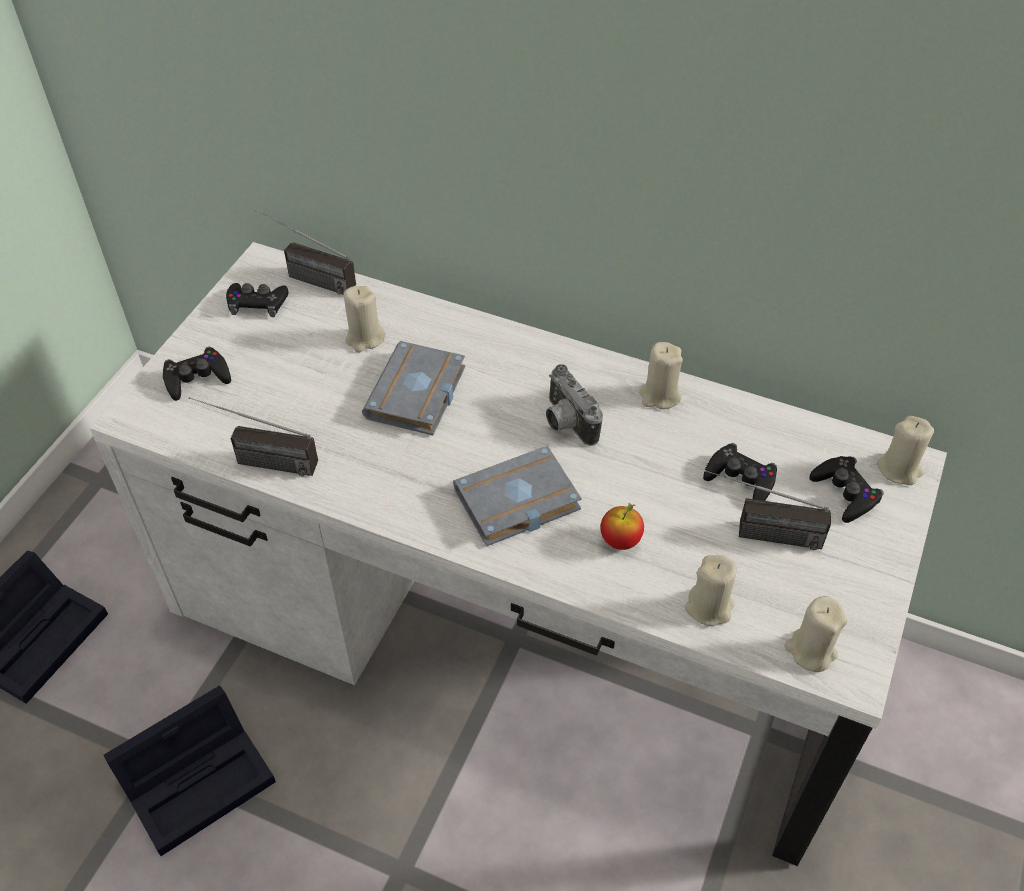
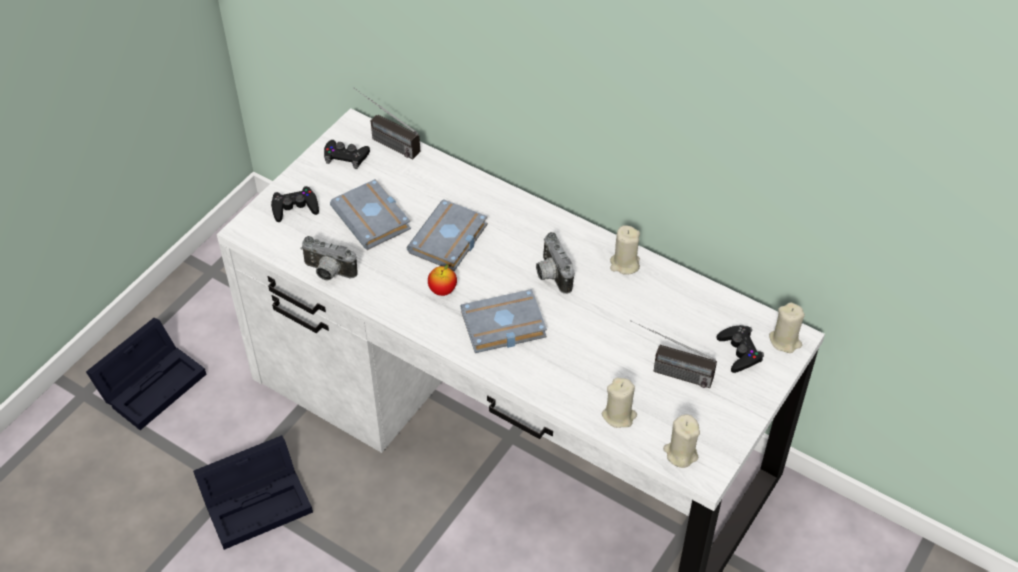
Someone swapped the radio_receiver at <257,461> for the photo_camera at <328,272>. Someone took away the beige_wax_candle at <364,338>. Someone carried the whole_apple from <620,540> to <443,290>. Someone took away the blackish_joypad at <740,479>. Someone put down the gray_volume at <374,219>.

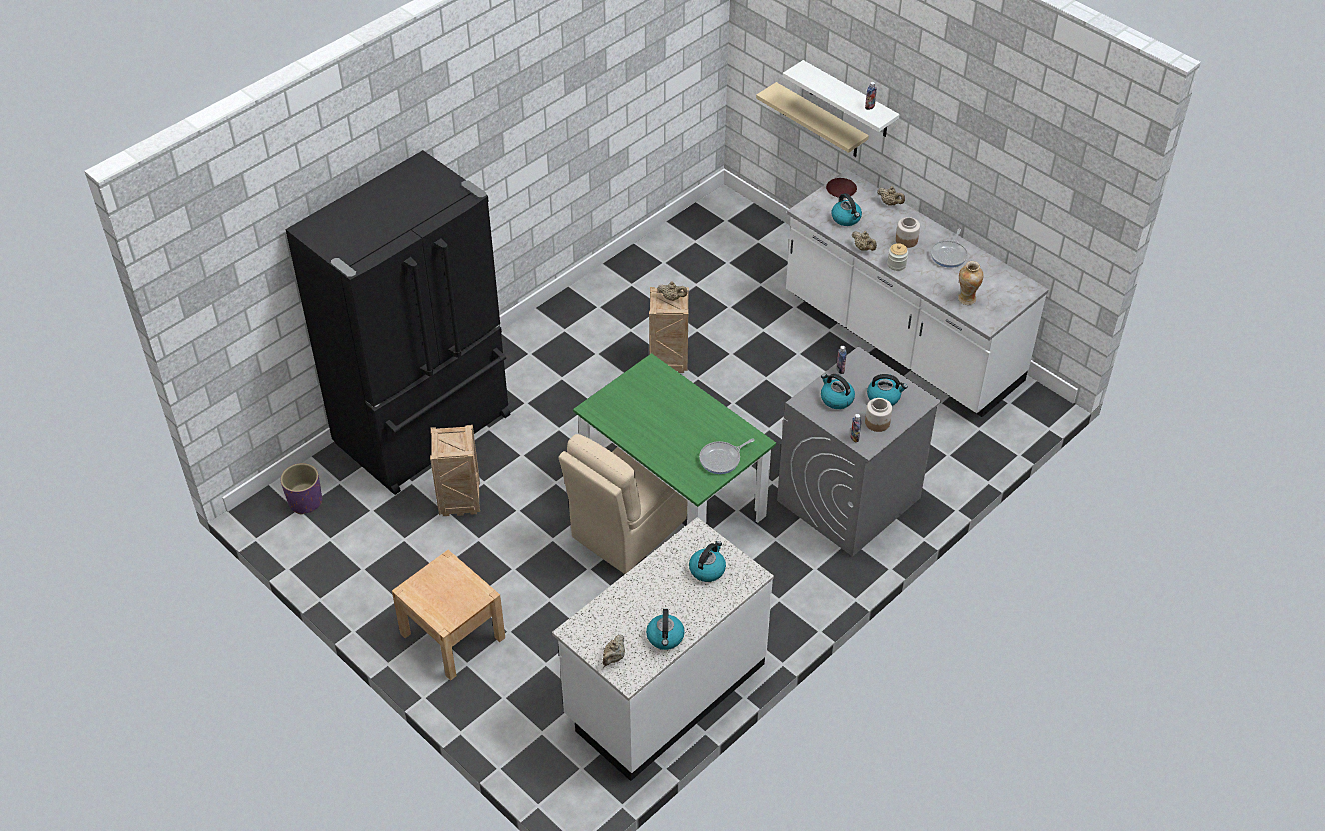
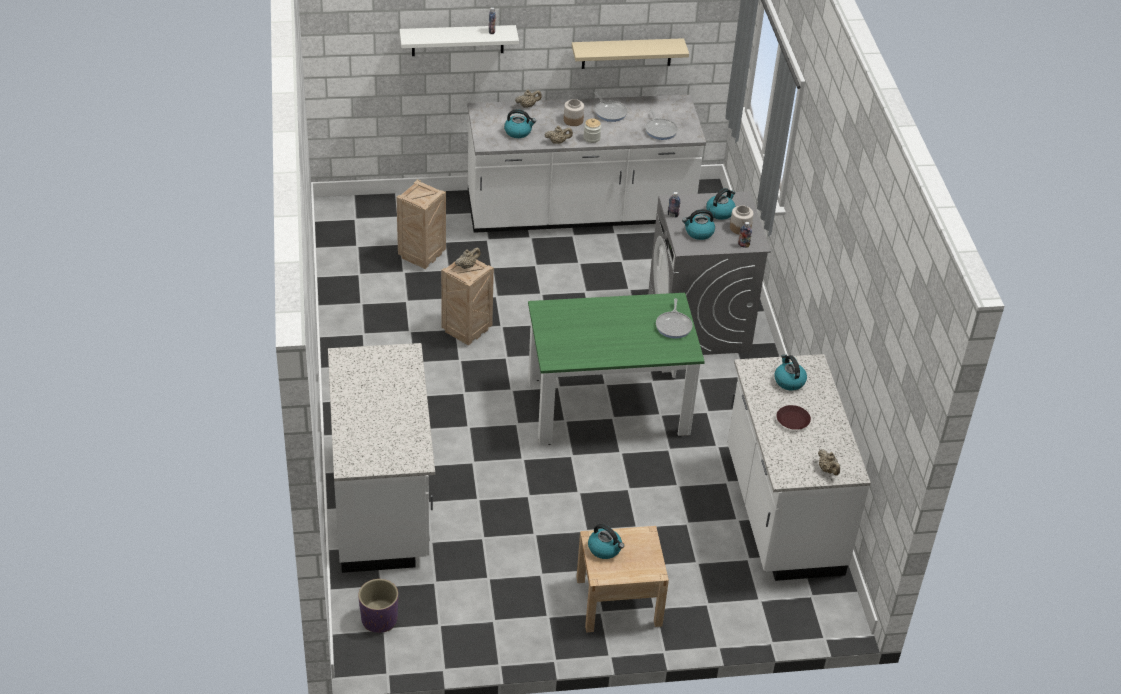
Someone swapped the blackish_refrigerator at <426,430> for the whitish_counter at <383,503>. Someone carried the packing_crate from <461,501> to <422,255>. Someone took away the beige_upright_chair at <626,529>. Someone carried the kettle from <665,637> to <605,549>. Someone carried the beige_bracket_shelf from <820,121> to <627,53>. Someone carried the brownish_plate from <841,190> to <792,420>. Someone swapped the vase at <967,299> for the pan at <660,130>.

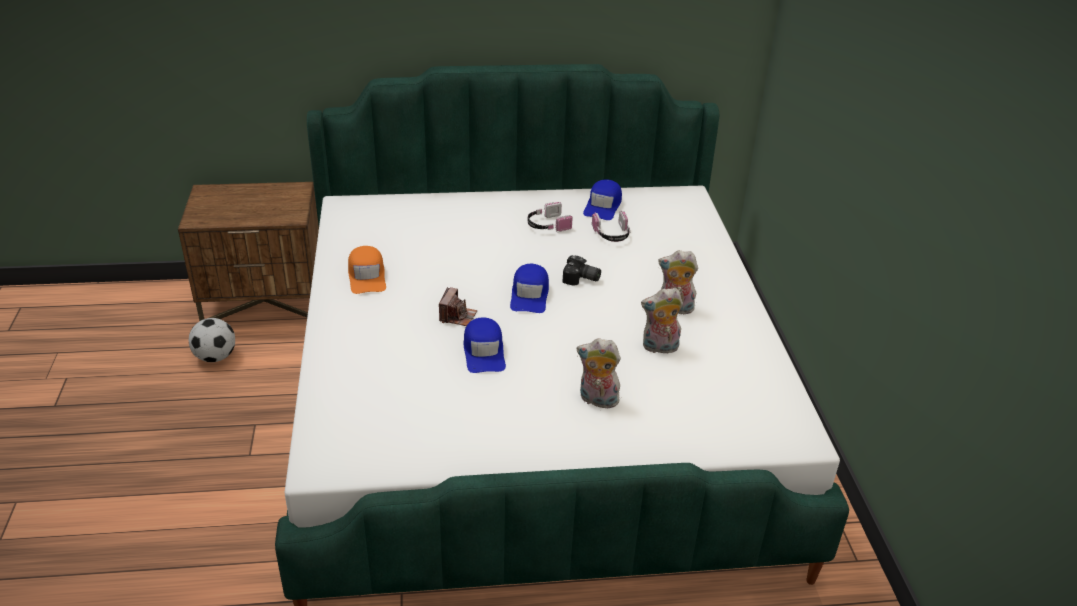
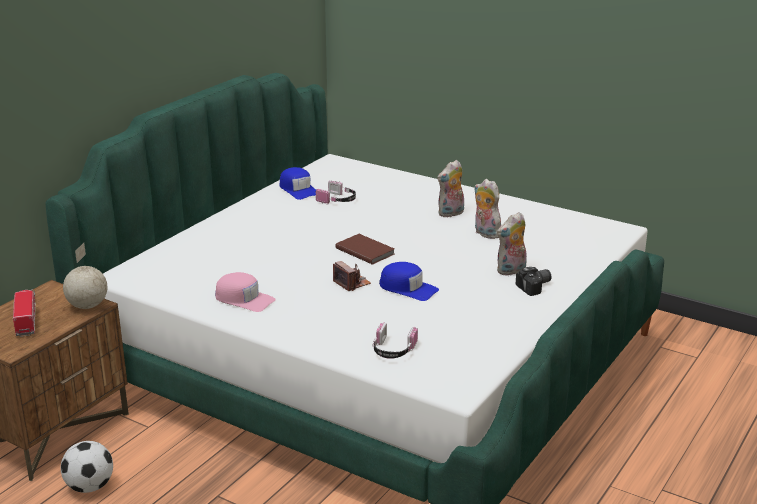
Someone repainted the orange-coloured_cap at <367,276>, which became the pink-coloured_cap at <244,299>. Someone swapped the blue-coloured_cap at <530,295> for the brownish_volume at <365,250>. Someone carried the pair_of_headphones from <547,225> to <393,350>. Someone carried the photo_camera from <581,279> to <535,287>. Someone rotated the cuddly_toy at <659,348> by 105 degrees clockwise. Someone put down the model_truck at <26,318>. Someone put down the globe at <87,306>.

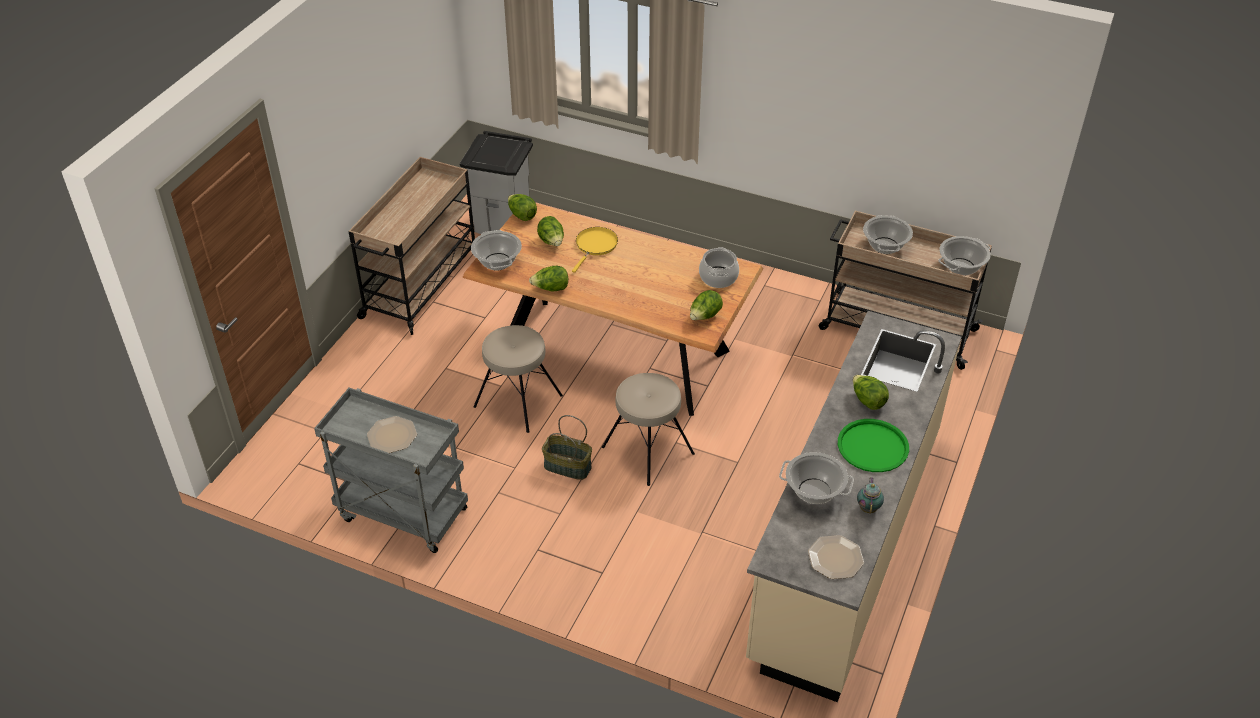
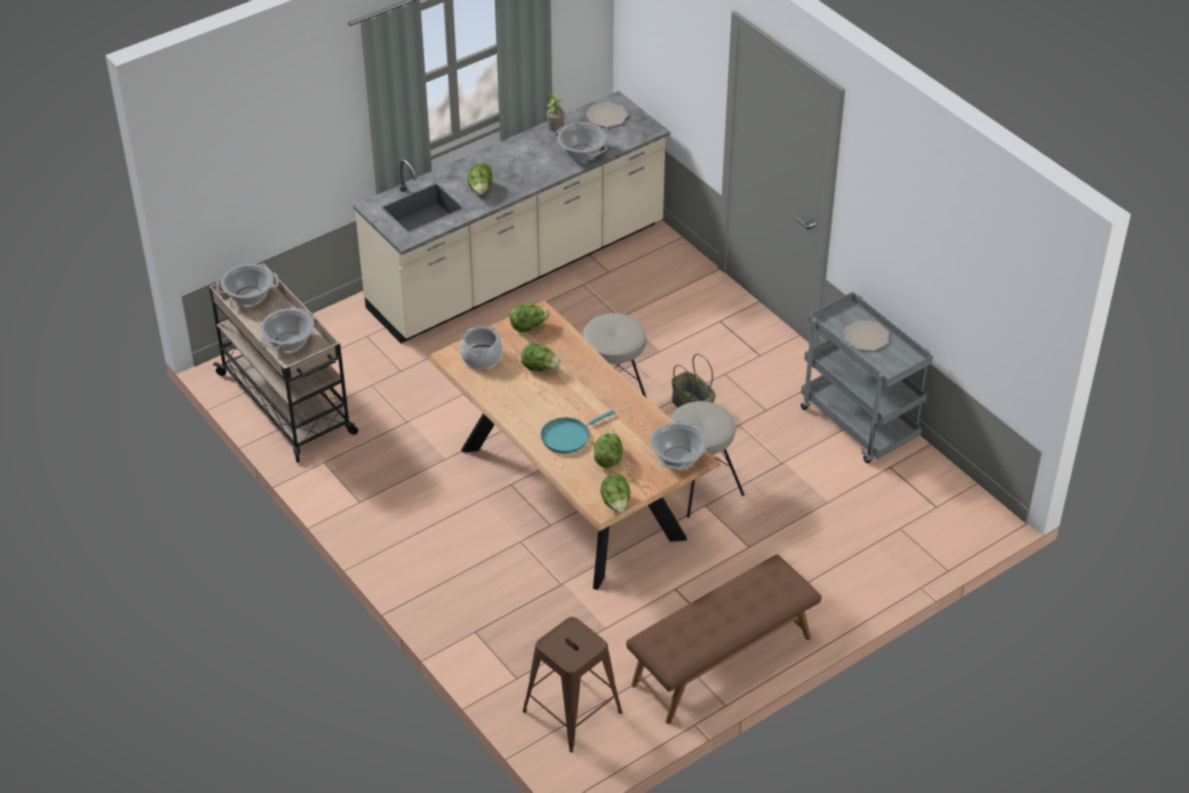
Someone swapped the beige_cart at <421,285> for the brownish_long_seat at <722,661>. Someone swapped the gray_rubbish_bin at <504,223> for the brownish_stool_seat at <573,712>. Someone carried the lettuce_head from <551,289> to <540,368>. Someone repainted the yellow-coloured_pan at <595,246>, which became the turquoise-coloured_pan at <568,436>. Someone took away the green-coloured_tray at <872,446>. Someone swapped the pot_for_tea at <868,507> for the houseplant at <555,132>.

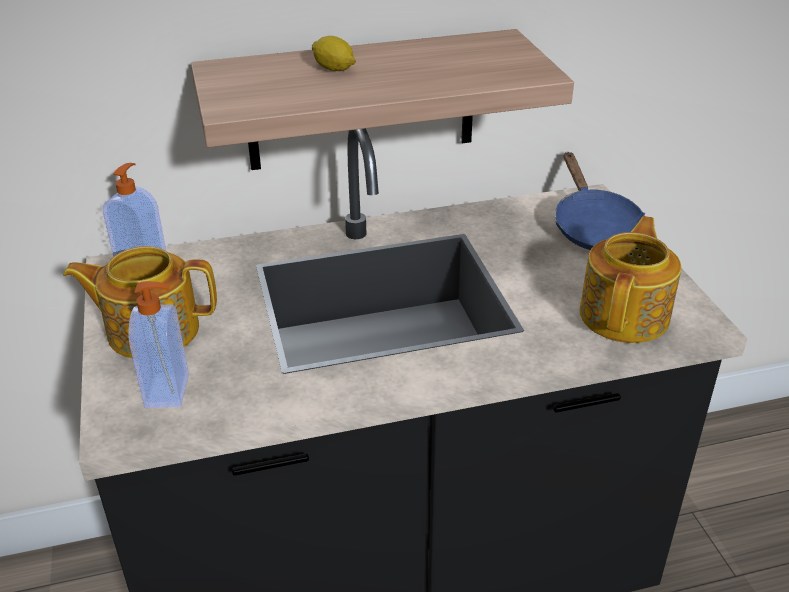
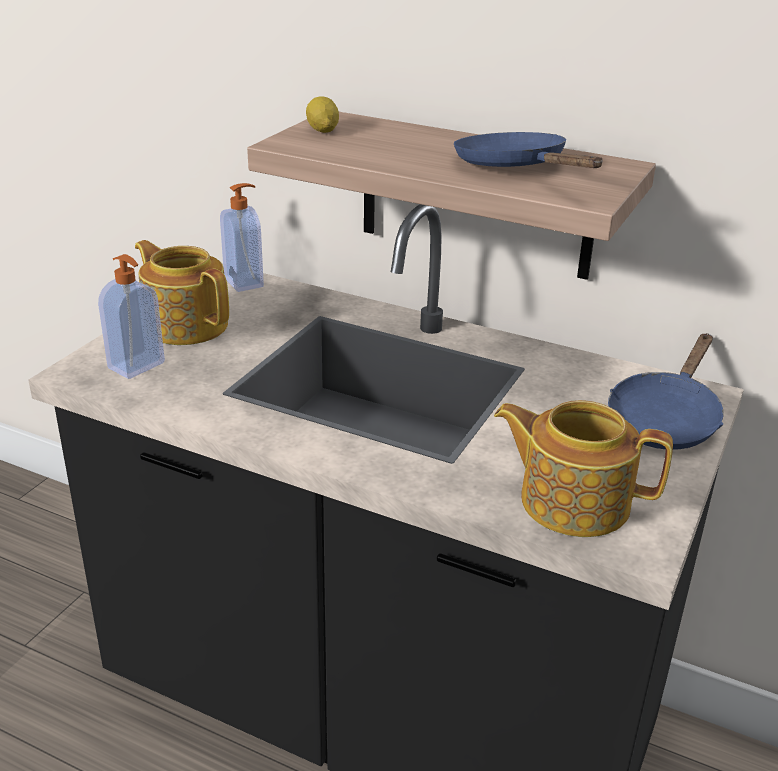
Someone carried the citrus_fruit from <334,69> to <322,130>. Someone rotated the pot_for_tea at <626,314> by 135 degrees counterclockwise. Someone put down the blue-coloured_pan at <516,168>.

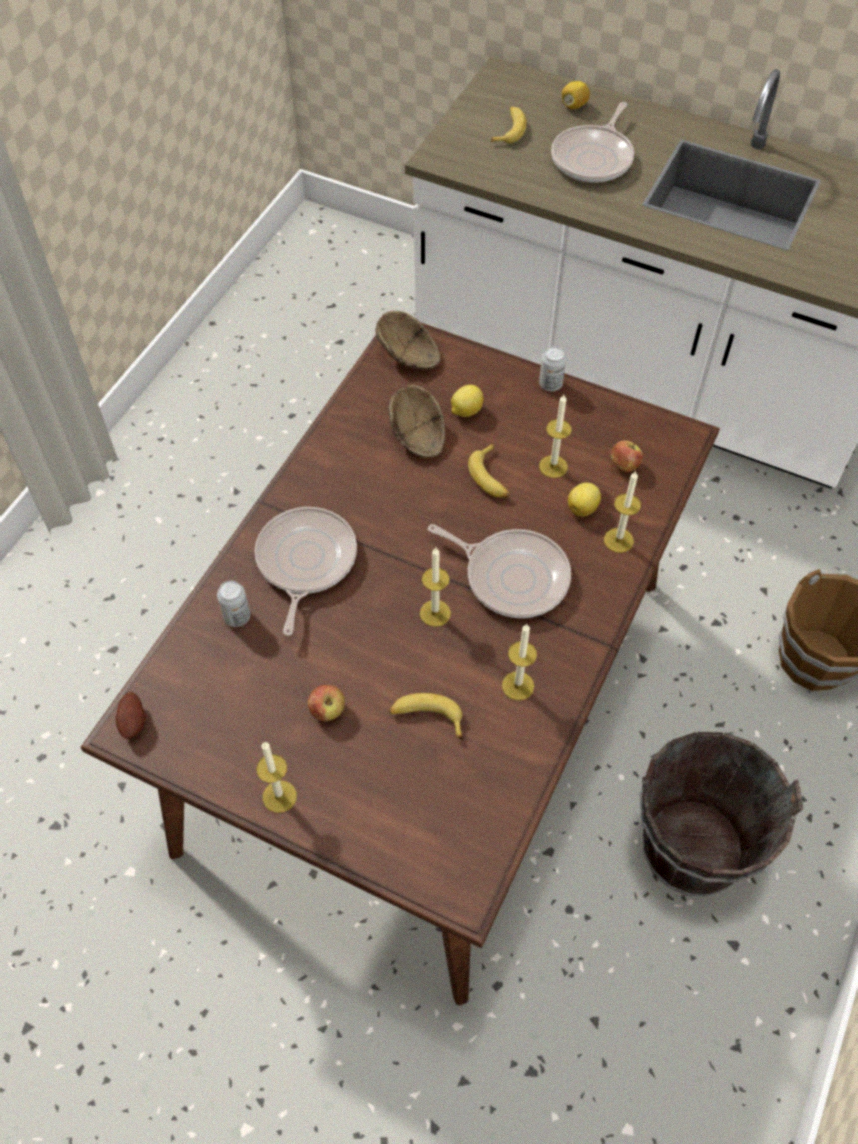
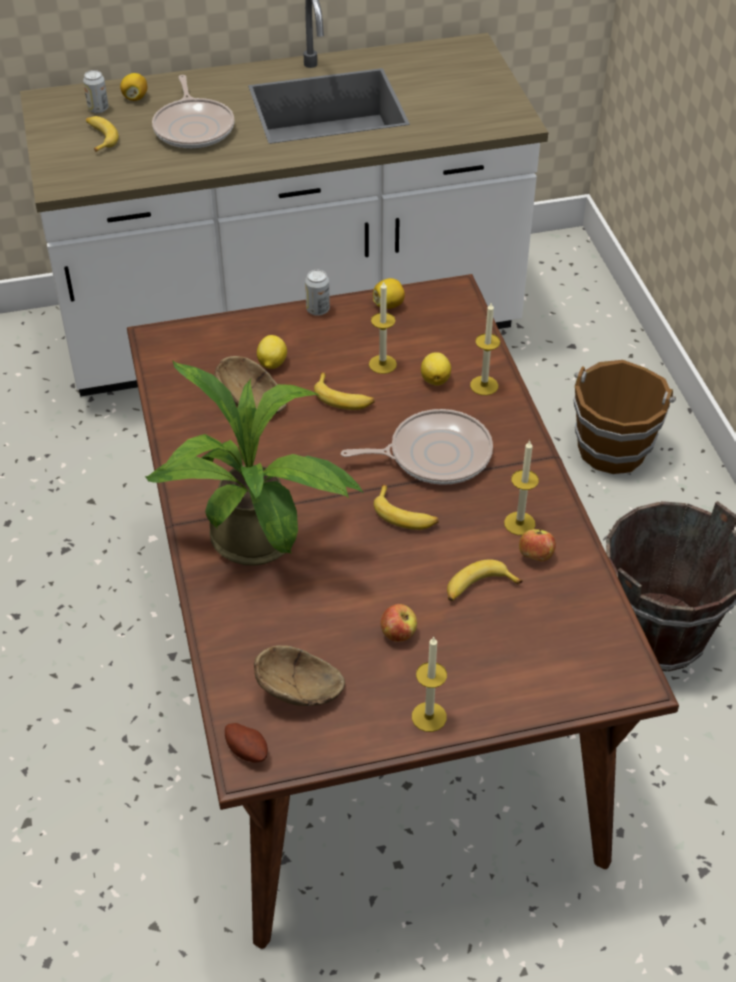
Someone carried the metal_can from <237,617> to <98,109>. Someone swapped the pan at <305,562> for the houseplant at <261,544>. Someone carried the brownish_deep_dish from <409,356> to <302,692>. Someone swapped the wax_candle at <435,613> for the banana at <405,515>. Someone carried the whole_apple from <624,465> to <535,556>. Someone put down the citrus_fruit at <389,305>.

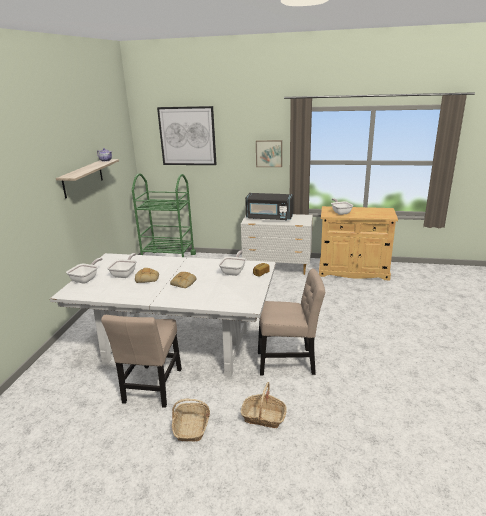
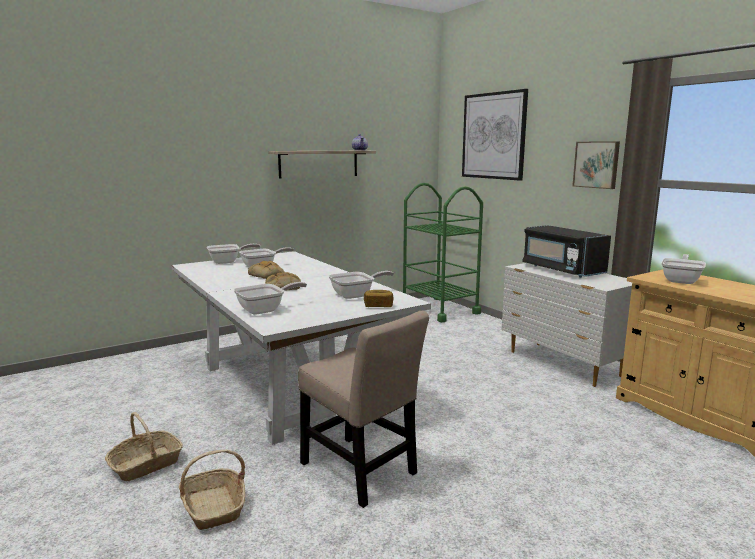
Someone took away the beige_upright_chair at <152,388>. Someone put down the pan at <265,310>.

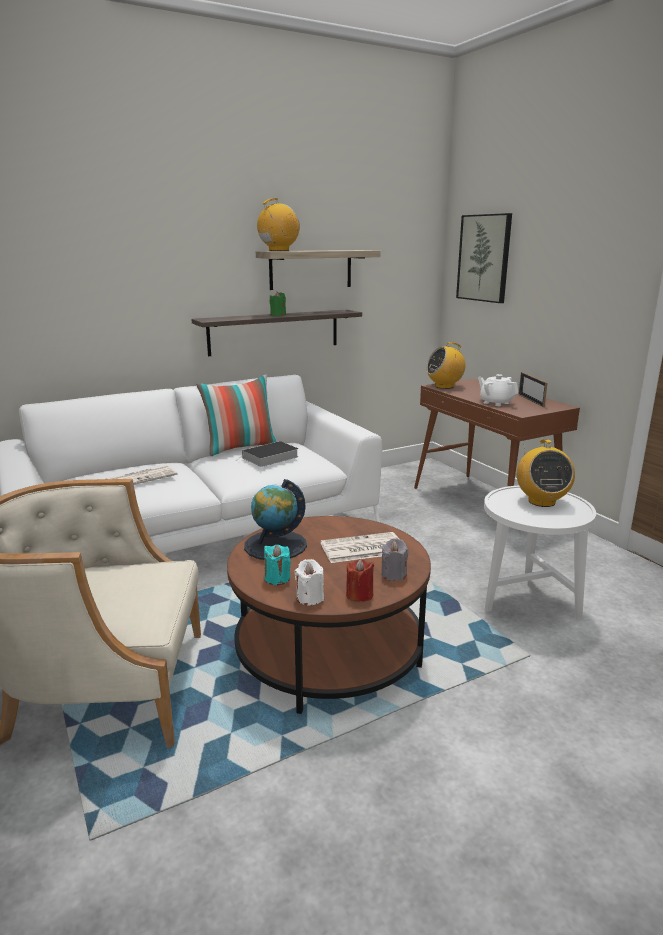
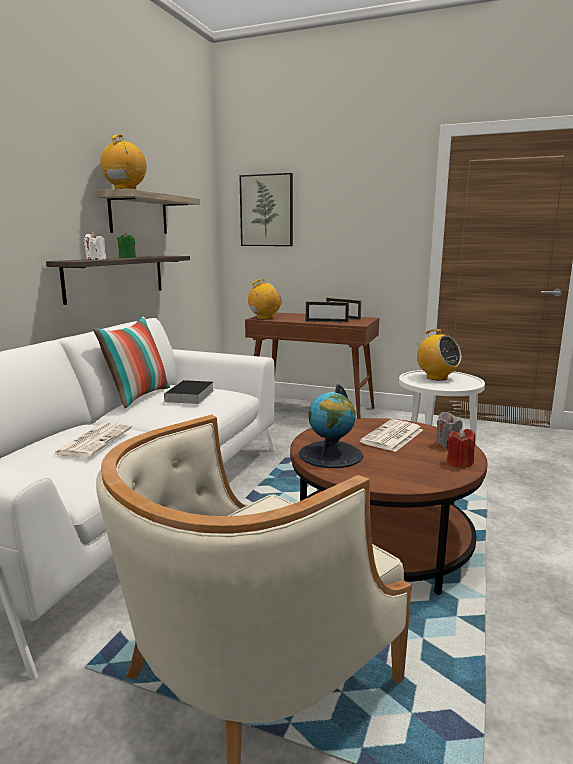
Someone took away the turquoise-coloured_wax_candle at <277,578>. Someone carried the whitish_wax_candle from <310,598> to <96,259>. Someone rotated the radio_receiver at <444,386> by 150 degrees counterclockwise. Someone swapped the whitish_pot_for_tea at <496,403> for the photo_frame at <326,321>.

